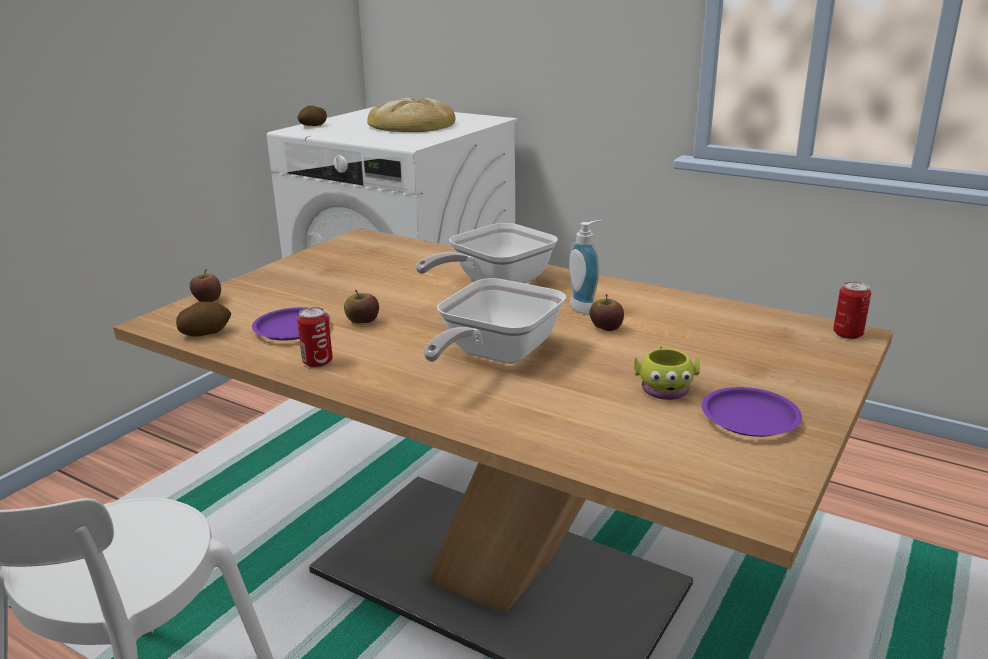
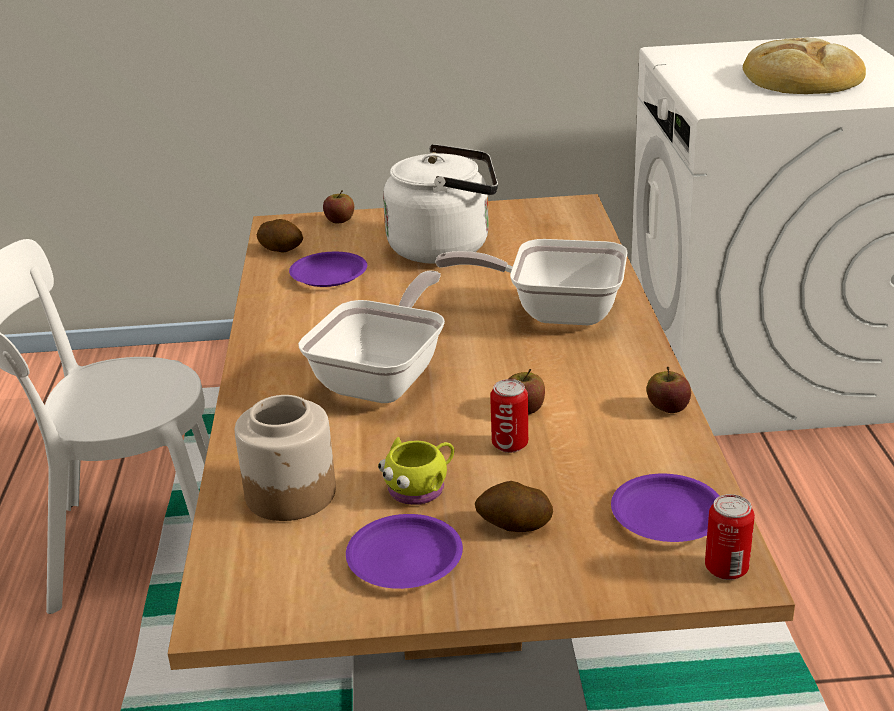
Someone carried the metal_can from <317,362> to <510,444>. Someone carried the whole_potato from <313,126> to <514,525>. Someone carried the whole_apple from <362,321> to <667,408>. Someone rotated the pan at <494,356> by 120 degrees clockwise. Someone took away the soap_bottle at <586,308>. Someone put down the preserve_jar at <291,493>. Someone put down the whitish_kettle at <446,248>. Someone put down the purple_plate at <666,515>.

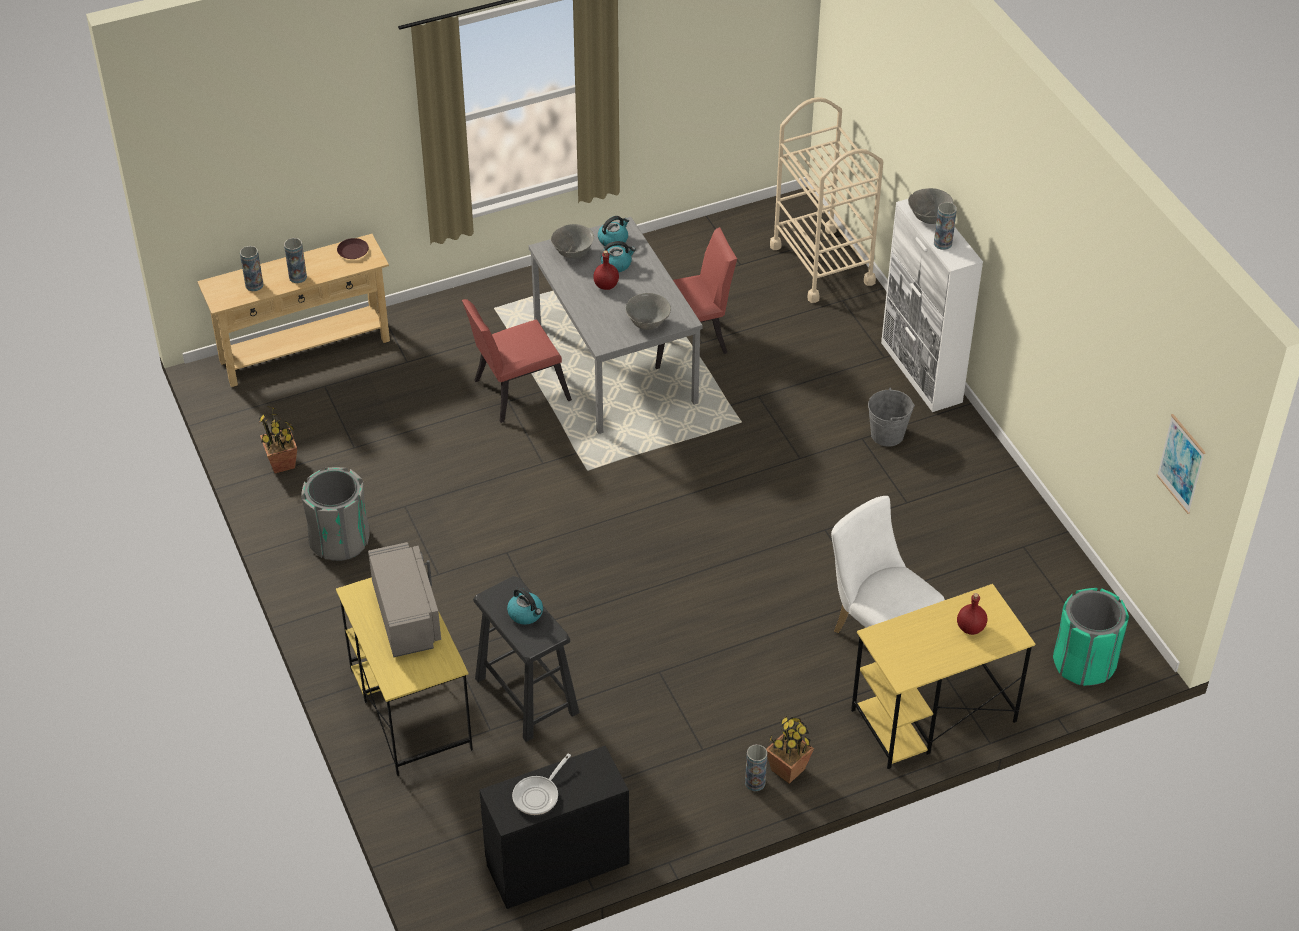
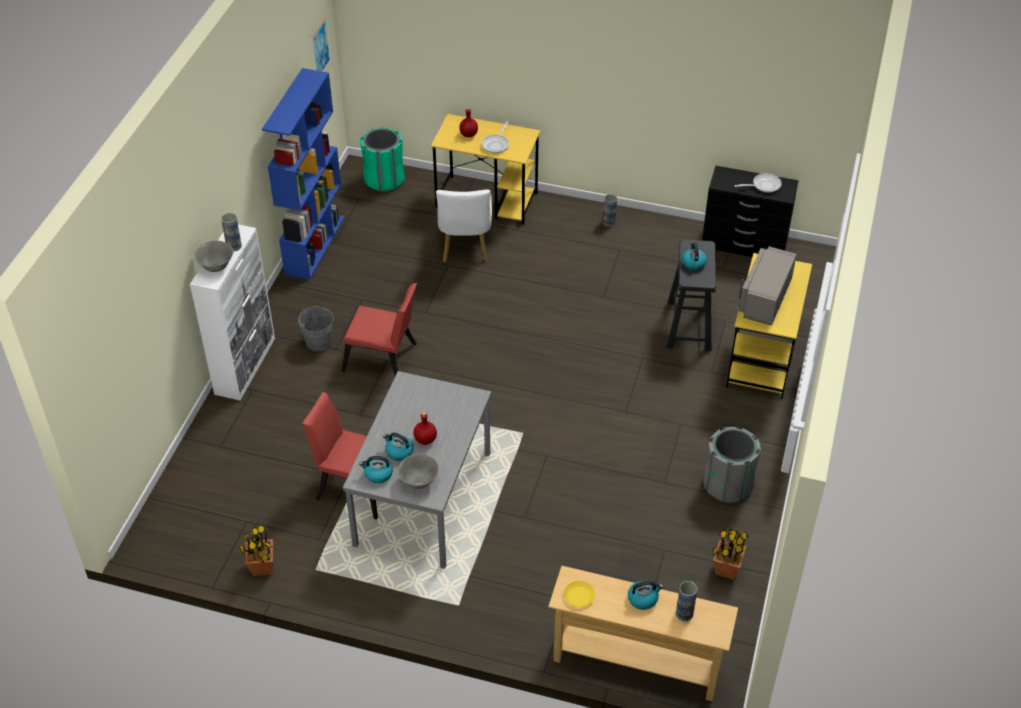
Someone swapped the vase at <298,277> for the kettle at <643,598>. Someone repainted the brownish_plate at <353,251>, which became the yellow-coloured_plate at <578,596>. Someone carried the red_upright_chair from <515,391> to <384,360>. Someone took away the gray_deep_dish at <648,323>. Someone carried the houseplant from <787,769> to <262,568>. Someone took away the beige_cart at <822,264>. Someone put down the blue-coloured_shelving_unit at <314,245>. Someone put down the pan at <496,144>.

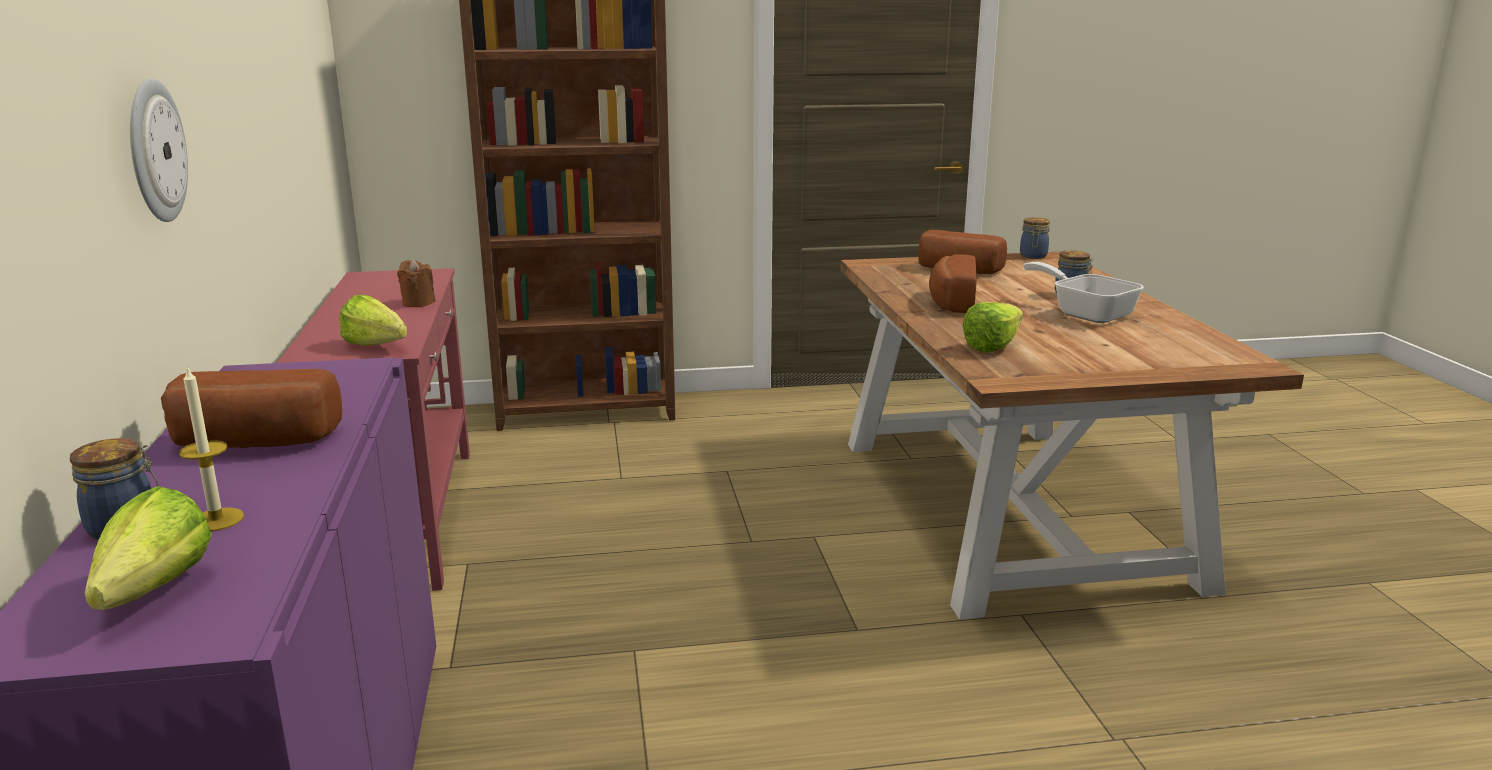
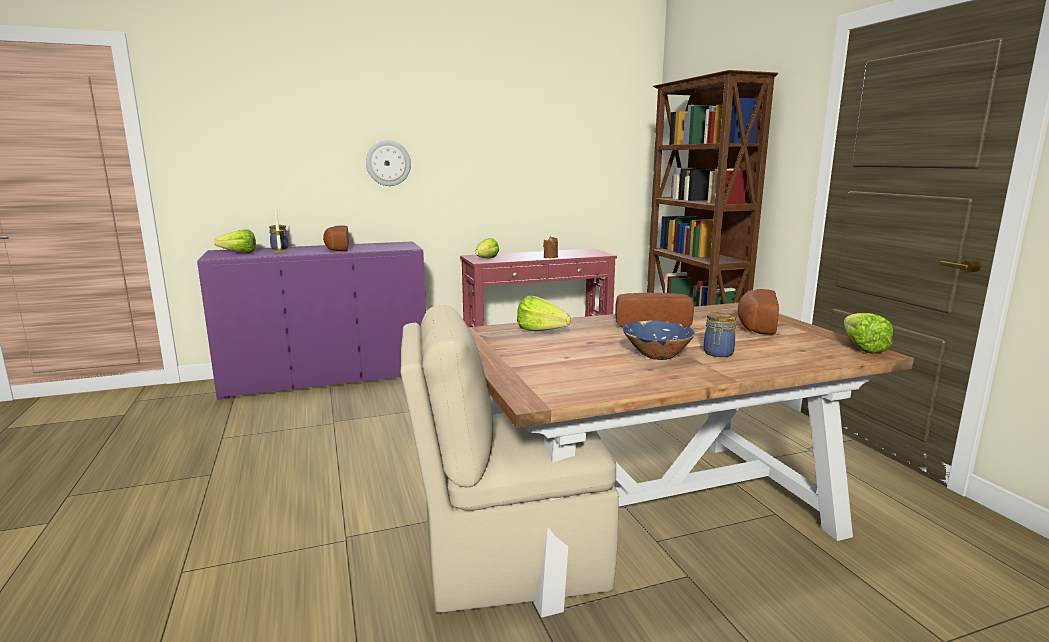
Someone swapped the preserve_jar at <1033,256> for the lettuce_head at <860,346>. Someone swapped the pan at <1086,313> for the blue-coloured_deep_dish at <657,355>. Someone put down the beige_upright_chair at <509,559>.

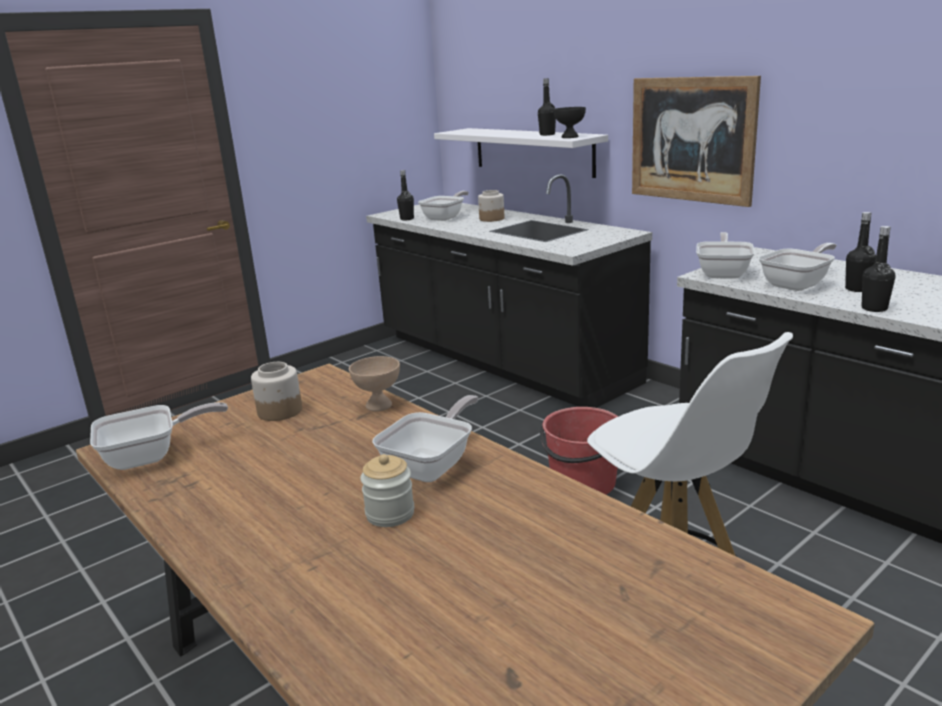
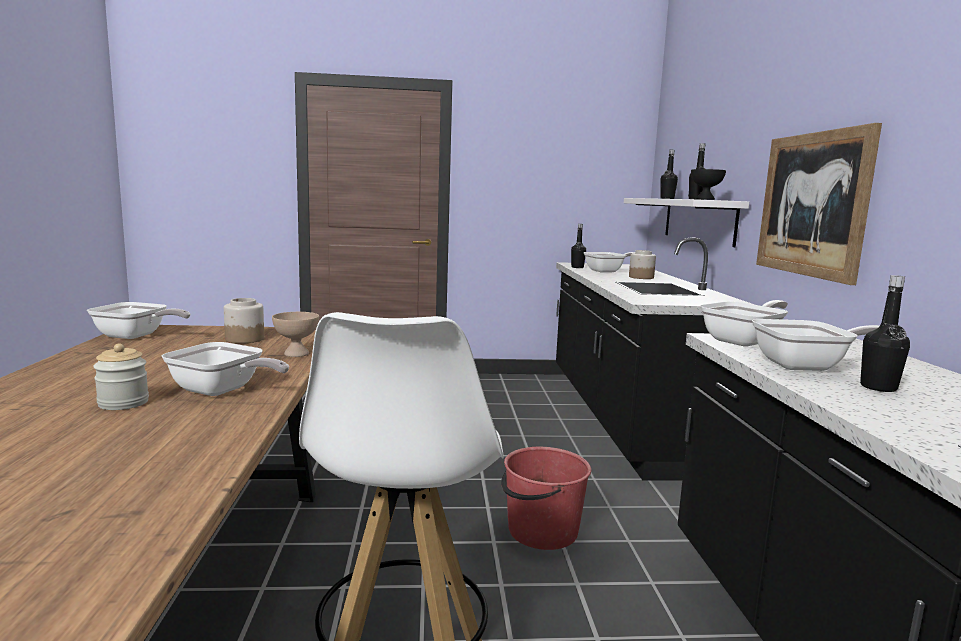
Someone rotated the pan at <433,465> by 45 degrees clockwise. Someone carried the blackish_drink_bottle from <874,308> to <667,198>.

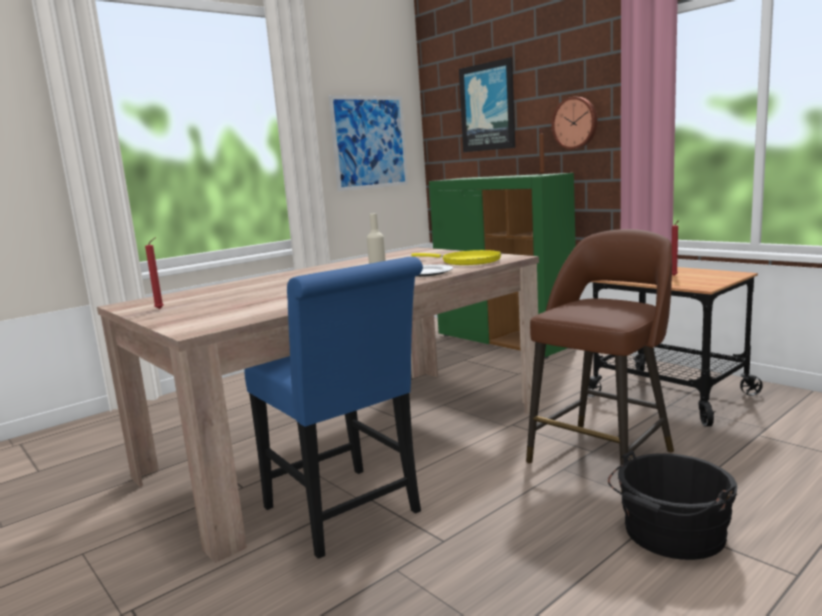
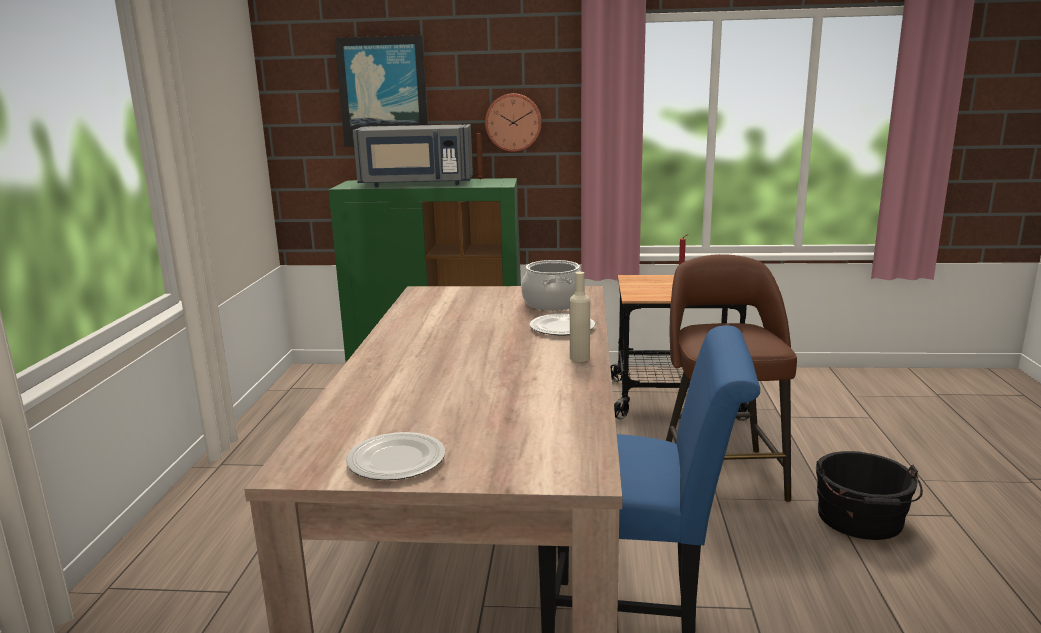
Someone swapped the red_wax_candle at <161,309> for the plate at <398,460>. Someone took away the picture at <370,142>. Someone swapped the yellow-coloured_pan at <467,261> for the saucepot at <553,303>. Someone put down the gray_microwave_oven at <416,184>.

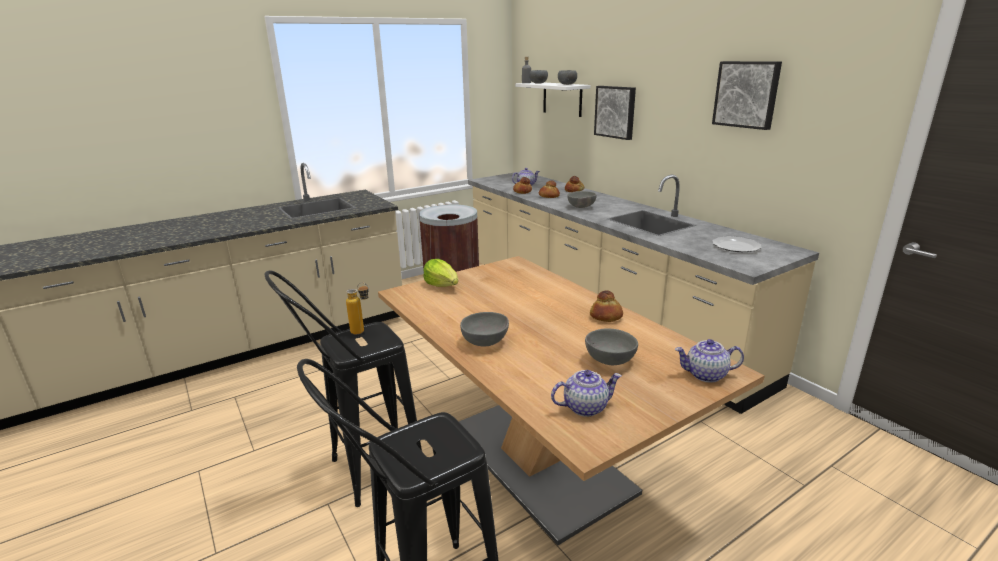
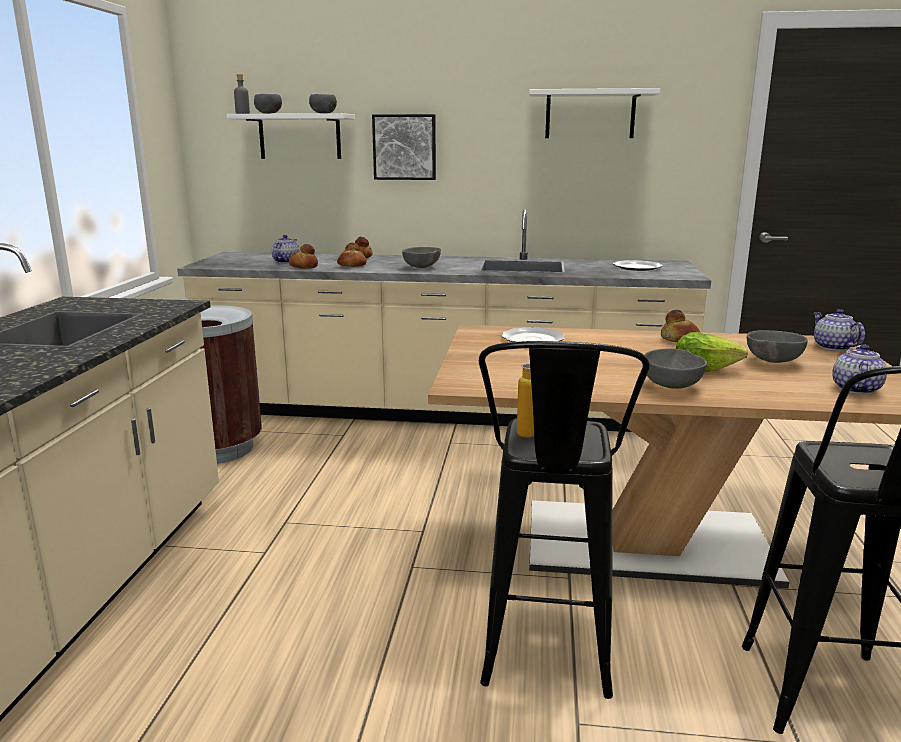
Someone carried the lettuce_head from <442,285> to <705,370>. Someone rotated the pot_for_tea at <705,375> by 120 degrees clockwise. Someone swapped the picture at <747,94> for the whitish_bracket_shelf at <590,114>. Someone put down the plate at <532,339>.

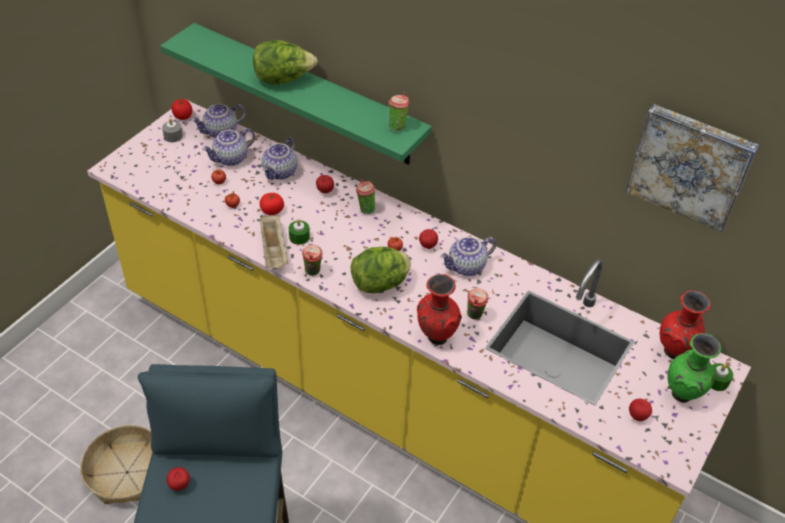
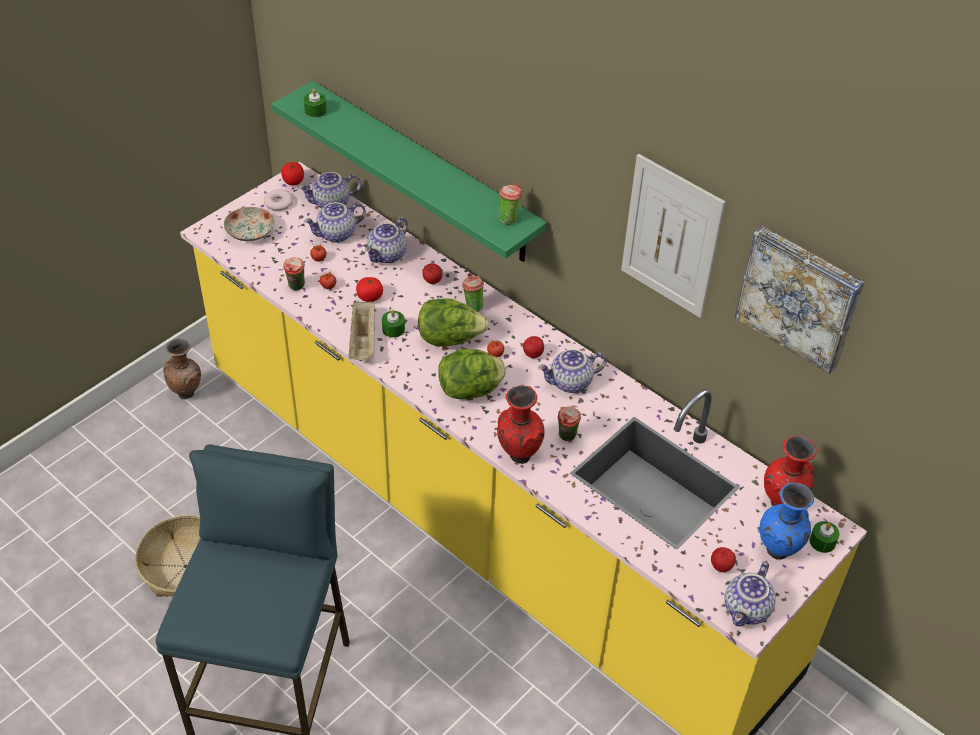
Someone swapped the gray_wax_candle at <173,136> for the ring_doughnut at <278,203>. Someone took away the whole_apple at <180,485>. Someone carried the lettuce_head from <283,79> to <450,339>. Someone carried the cup from <313,272> to <296,287>. Someone repainted the green-coloured_vase at <682,396>, which became the blue-coloured_vase at <778,552>. Someone put down the brownish_vase at <187,393>. Someone put down the plate at <249,232>. Someone put down the green-coloured_wax_candle at <315,111>. Someone put up the picture at <671,237>. Someone put down the pot_for_tea at <747,610>.

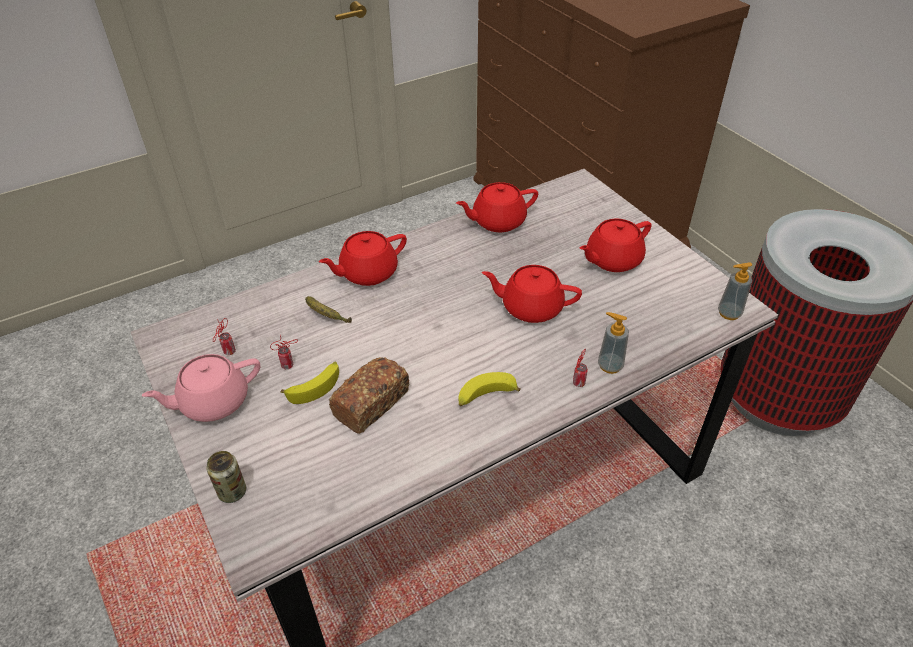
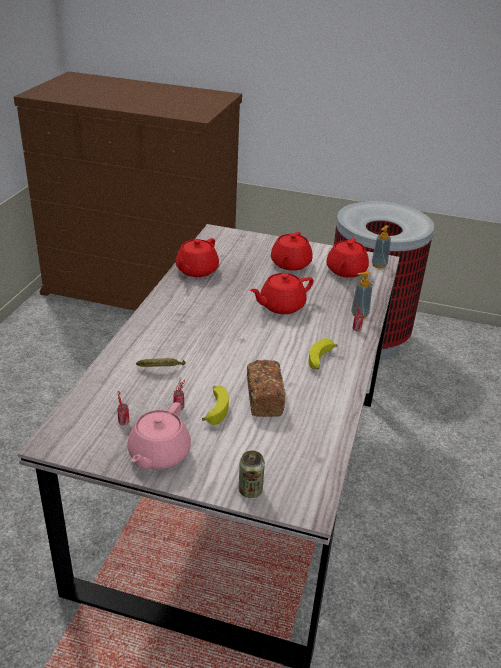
Someone carried the red_pot_for_tea from <367,273> to <345,271>.

